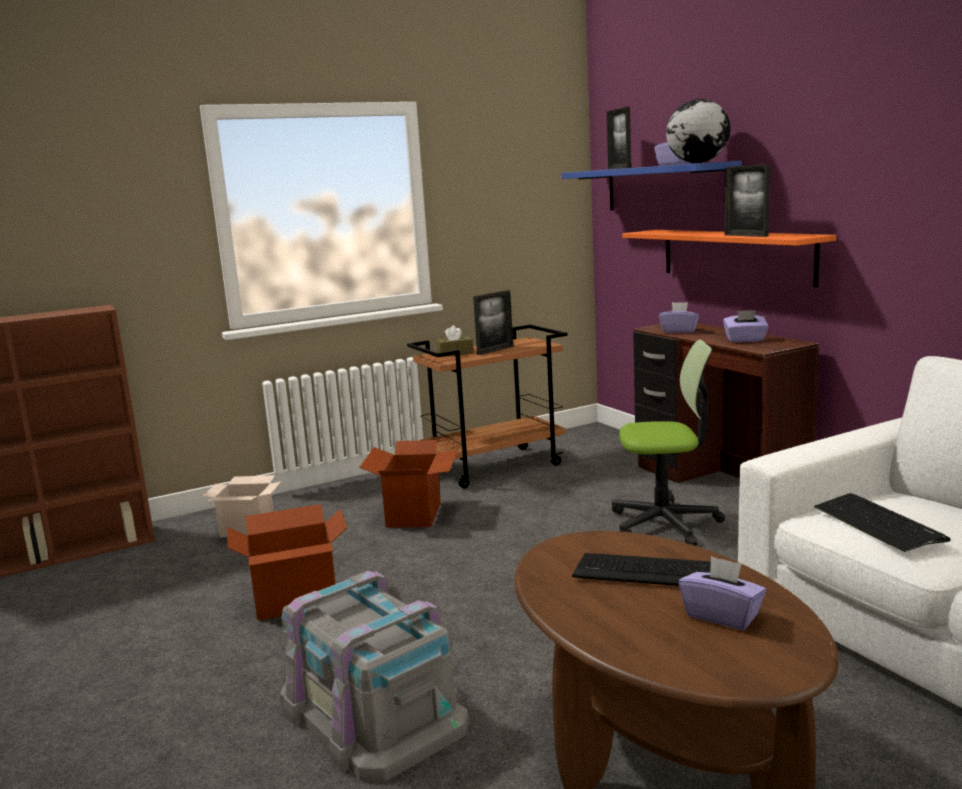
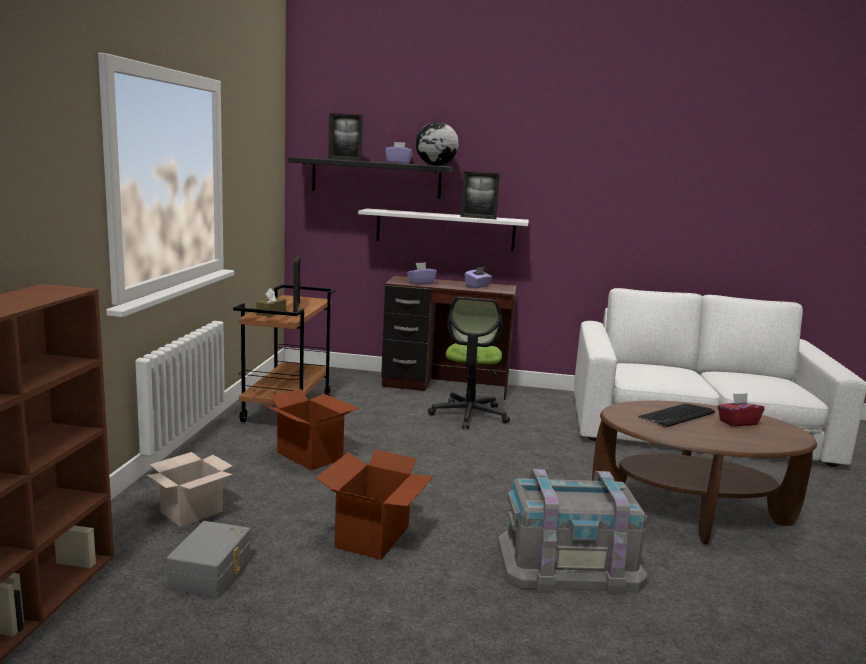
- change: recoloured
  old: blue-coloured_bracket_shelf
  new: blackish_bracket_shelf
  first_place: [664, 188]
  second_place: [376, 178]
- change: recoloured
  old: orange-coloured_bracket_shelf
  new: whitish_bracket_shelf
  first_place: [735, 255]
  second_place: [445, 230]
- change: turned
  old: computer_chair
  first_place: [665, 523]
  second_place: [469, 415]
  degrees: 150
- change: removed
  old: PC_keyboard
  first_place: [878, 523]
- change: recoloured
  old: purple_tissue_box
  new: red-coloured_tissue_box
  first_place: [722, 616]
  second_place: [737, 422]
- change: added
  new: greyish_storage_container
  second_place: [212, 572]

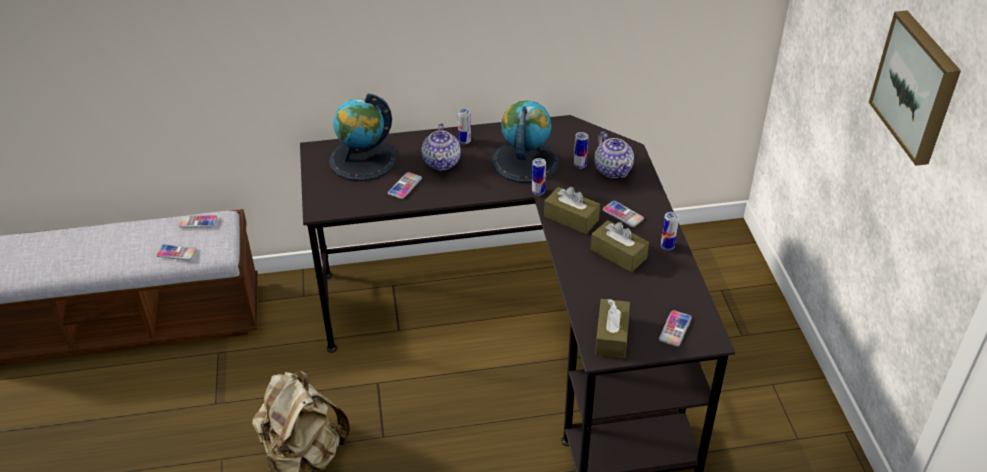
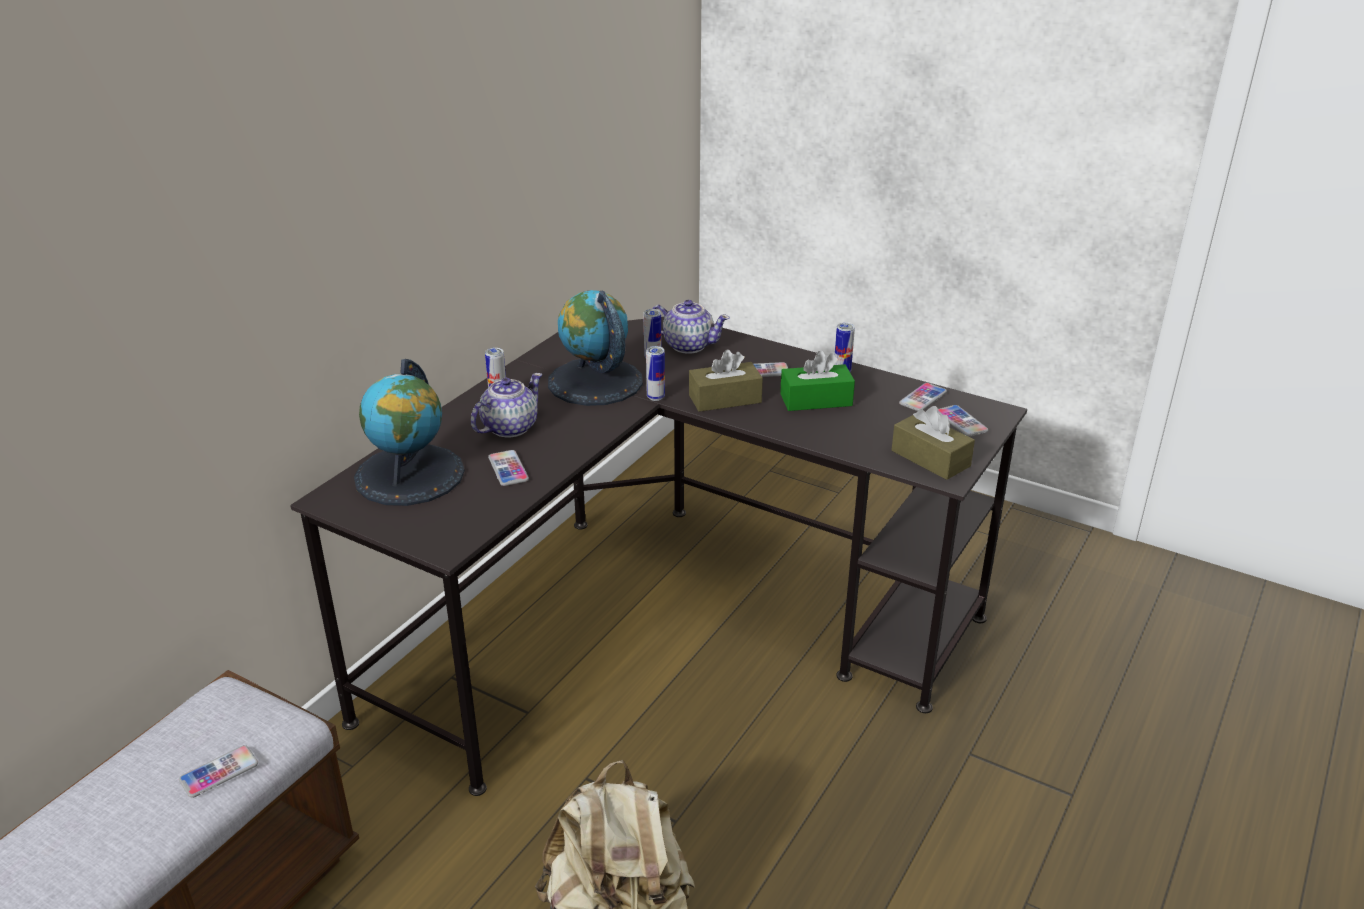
- change: removed
  old: wall_picture
  first_place: [917, 87]
- change: turned
  old: tea_pot
  first_place: [442, 162]
  second_place: [508, 427]
  degrees: -90
- change: moved
  old: handset
  first_place: [198, 222]
  second_place: [923, 398]
- change: recoloured
  old: brown-coloured_tissue_box
  new: greenish_tissue_box
  first_place: [618, 254]
  second_place: [816, 400]

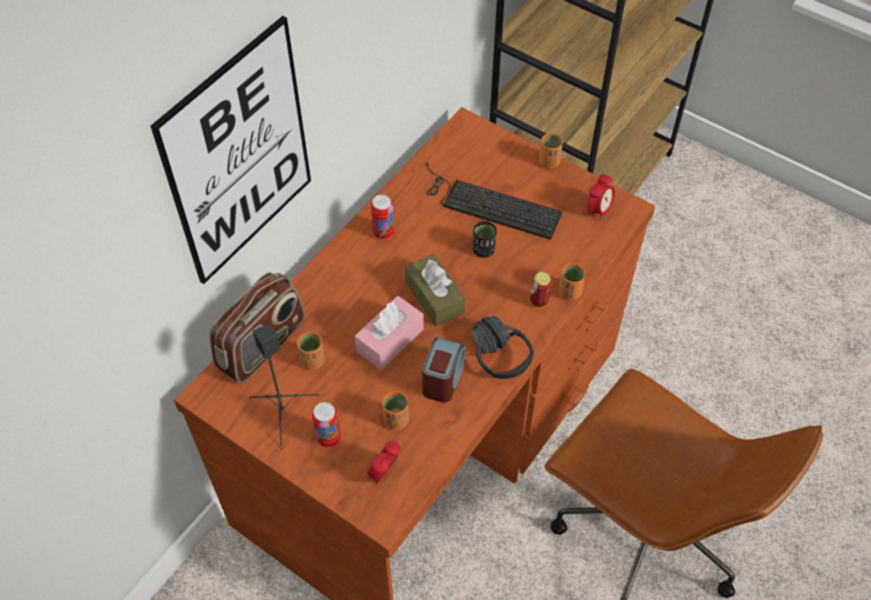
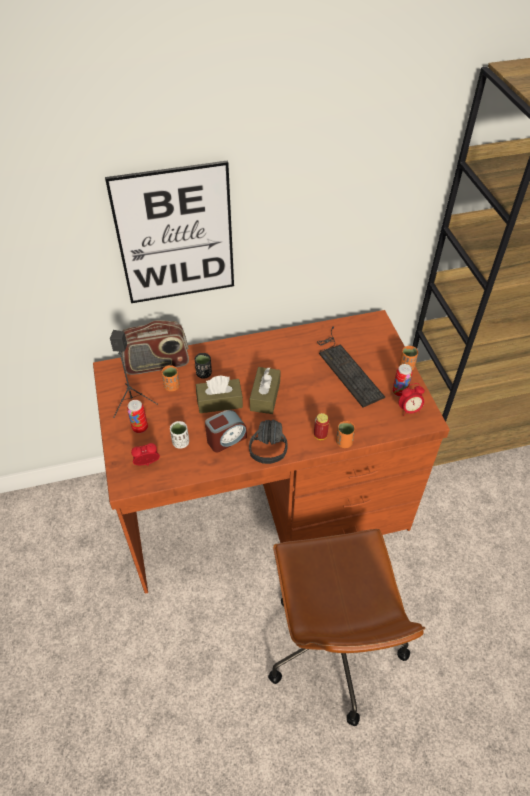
- change: moved
  old: can
  first_place: [383, 233]
  second_place: [399, 392]
- change: moved
  old: blackish_cup
  first_place: [483, 250]
  second_place: [204, 374]
- change: recoloured
  old: pink-coloured_tissue_box
  new: brown-coloured_tissue_box
  first_place: [390, 340]
  second_place: [219, 402]
- change: recoloured
  old: orange-coloured_cup
  new: whitish_cup
  first_place: [396, 420]
  second_place: [181, 442]

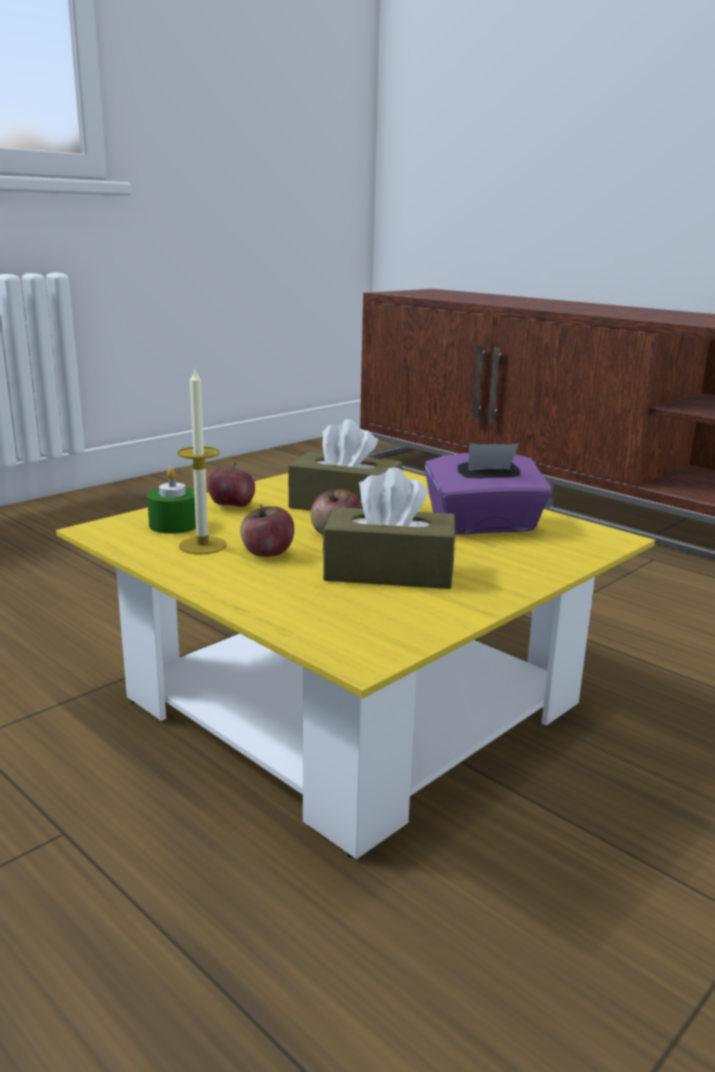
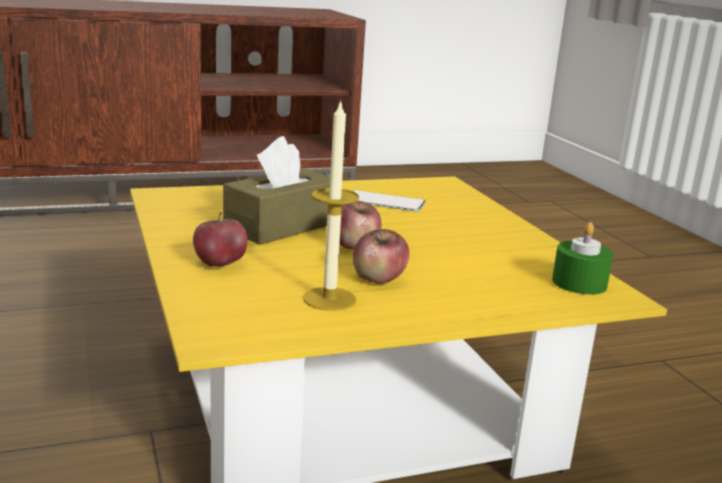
- change: replaced
  old: purple_tissue_box
  new: handset
  first_place: [484, 525]
  second_place: [385, 202]
- change: moved
  old: greenish_wax_light
  first_place: [174, 525]
  second_place: [579, 283]
- change: removed
  old: brown-coloured_tissue_box
  first_place: [389, 572]

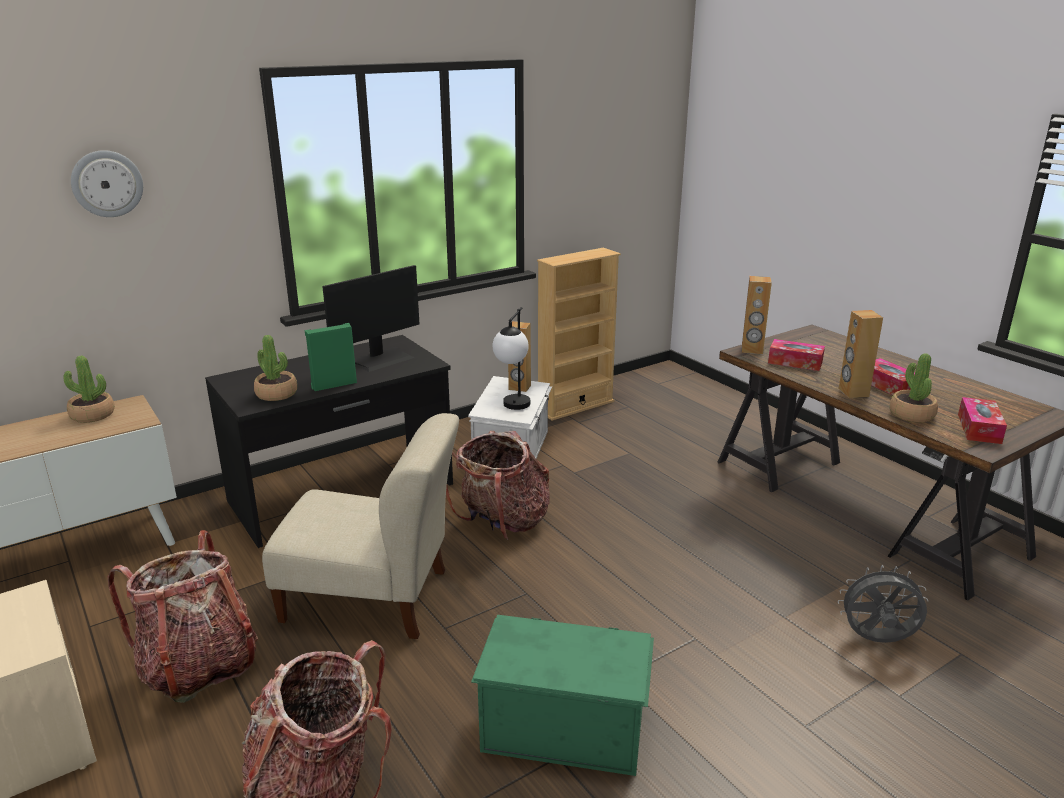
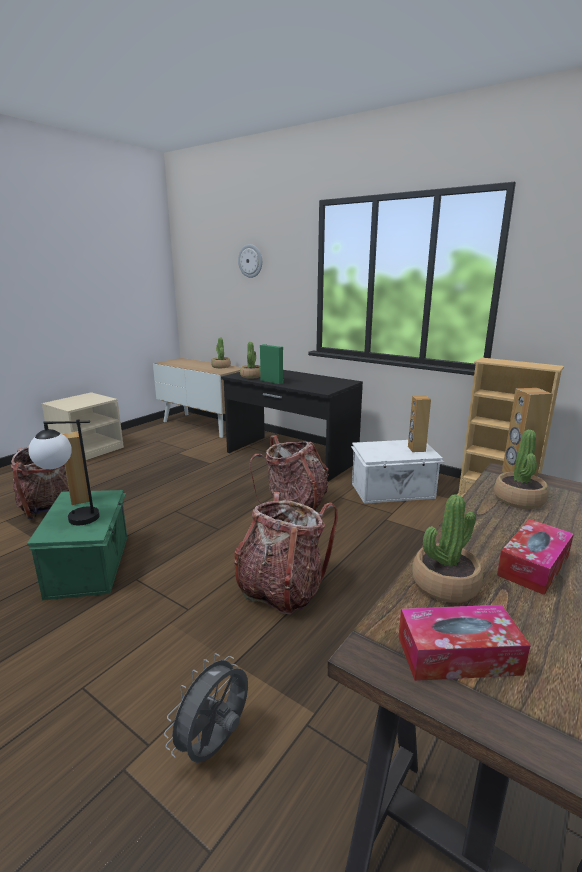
- change: removed
  old: monitor
  first_place: [382, 359]
- change: moved
  old: table_lamp
  first_place: [513, 408]
  second_place: [71, 518]
- change: moved
  old: brown-coloured_loudspeaker
  first_place: [853, 392]
  second_place: [81, 499]
- change: replaced
  old: tissue_box
  new: plant_in_a_pot
  first_place: [795, 362]
  second_place: [519, 500]
- change: removed
  old: beige_chair
  first_place: [372, 598]
- change: moved
  old: rucksack
  first_place: [199, 666]
  second_place: [281, 589]
- change: turned
  old: greyish_electric_fan
  first_place: [877, 641]
  second_place: [215, 746]
  degrees: -135

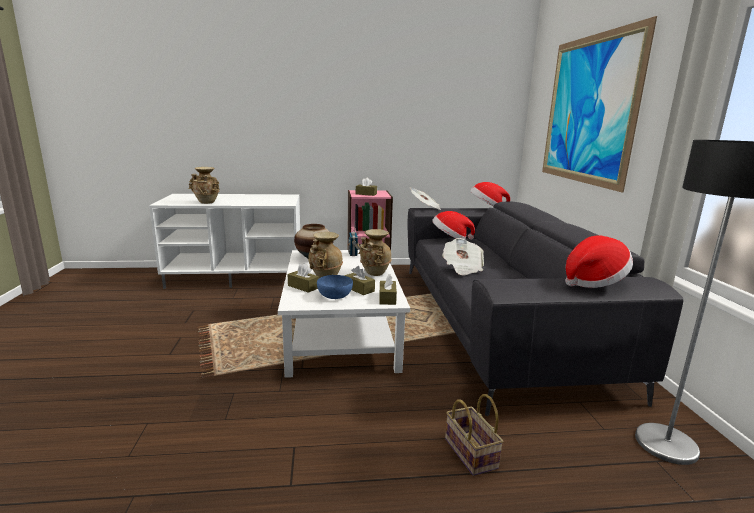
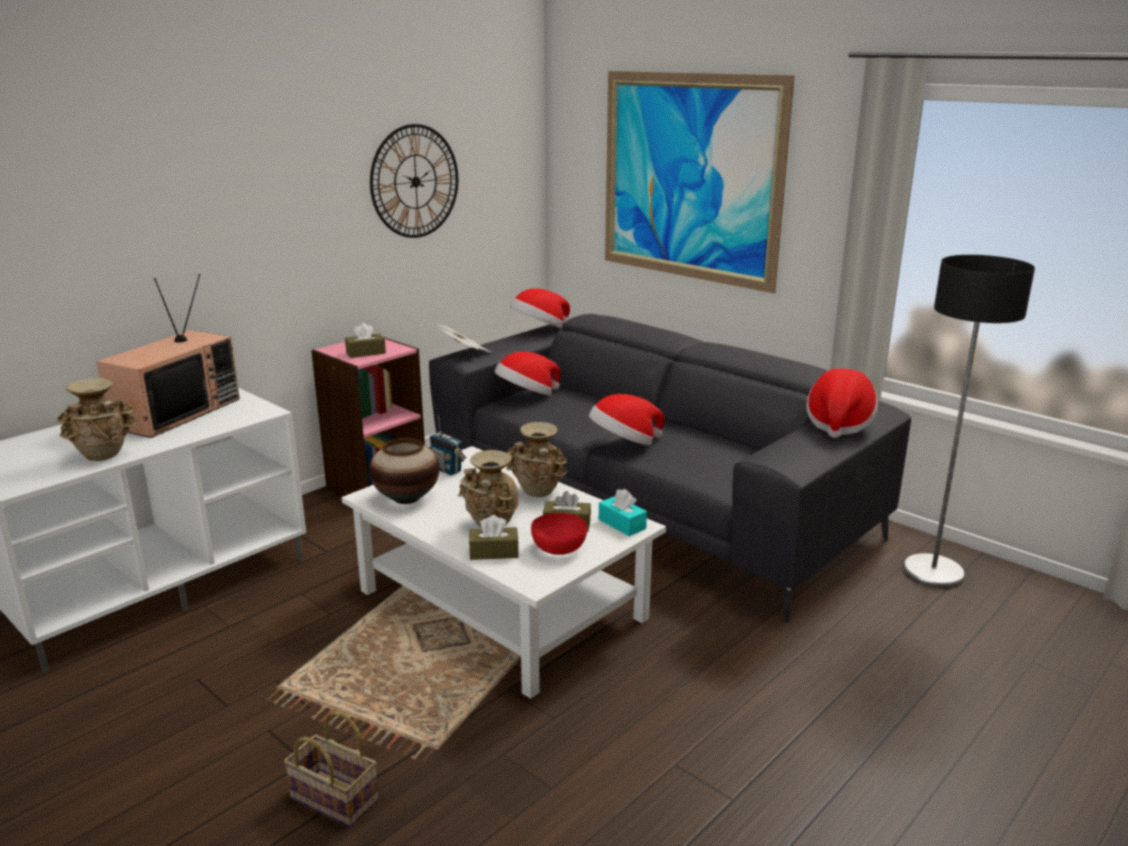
- change: replaced
  old: newspaper
  new: wearable_hat
  first_place: [462, 268]
  second_place: [624, 443]
- change: recoloured
  old: brown-coloured_tissue_box
  new: turquoise_tissue_box
  first_place: [387, 298]
  second_place: [622, 524]
- change: recoloured
  old: blue-coloured_bowl
  new: red-coloured_bowl
  first_place: [334, 296]
  second_place: [558, 548]
- change: moved
  old: basket
  first_place: [468, 452]
  second_place: [331, 799]
- change: added
  new: wall_clock
  second_place: [415, 181]
- change: added
  new: television
  second_place: [177, 412]

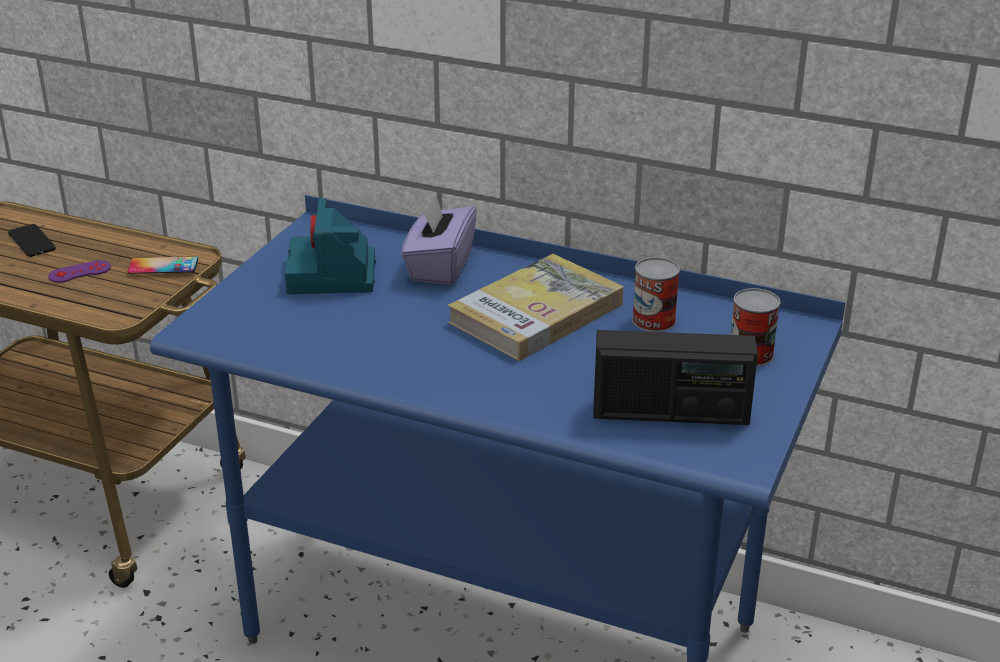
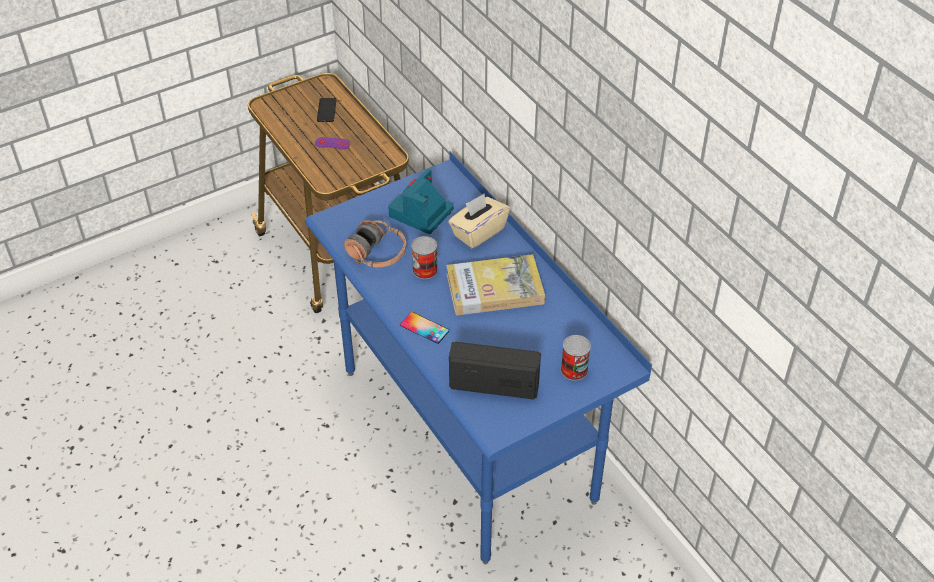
- change: recoloured
  old: purple_tissue_box
  new: beige_tissue_box
  first_place: [440, 267]
  second_place: [478, 232]
- change: moved
  old: handset
  first_place: [163, 266]
  second_place: [424, 328]
- change: moved
  old: can
  first_place: [653, 320]
  second_place: [425, 270]
- change: turned
  old: radio_receiver
  first_place: [670, 413]
  second_place: [494, 385]
  degrees: 150
- change: added
  new: headphones
  second_place: [377, 254]

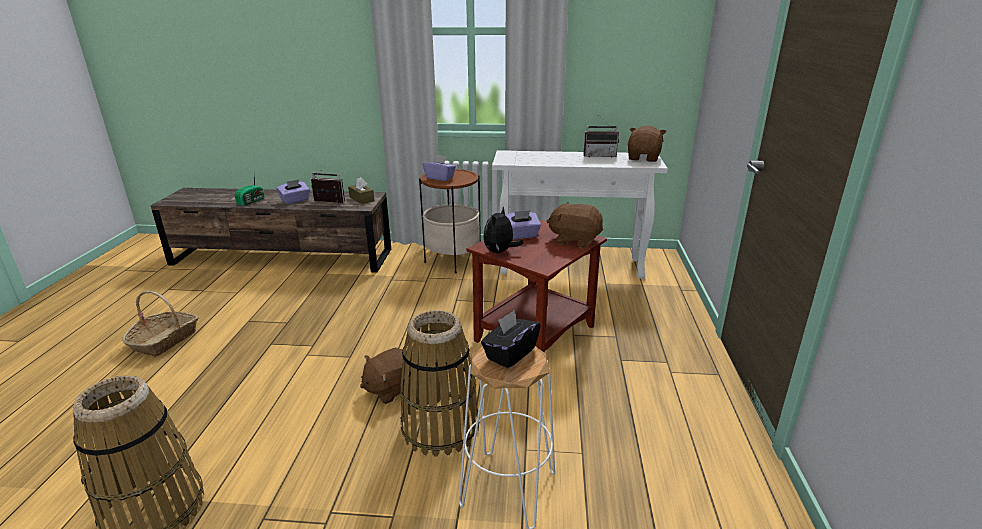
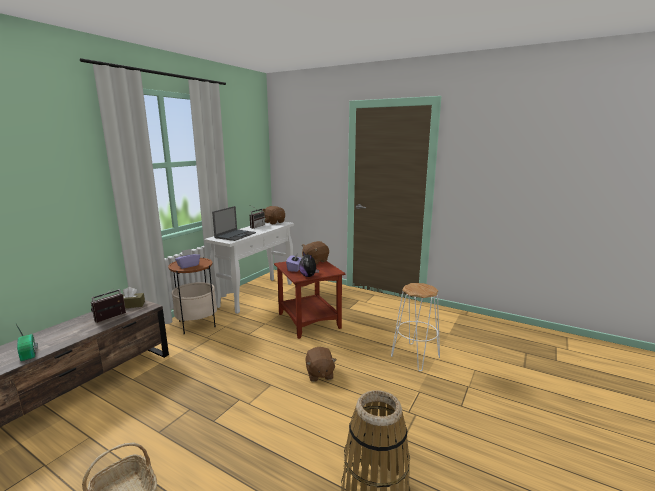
- change: removed
  old: purple_tissue_box
  first_place: [295, 200]
- change: removed
  old: basket
  first_place: [441, 428]
- change: removed
  old: blackish_tissue_box
  first_place: [510, 353]
- change: added
  new: laptop
  second_place: [235, 235]

